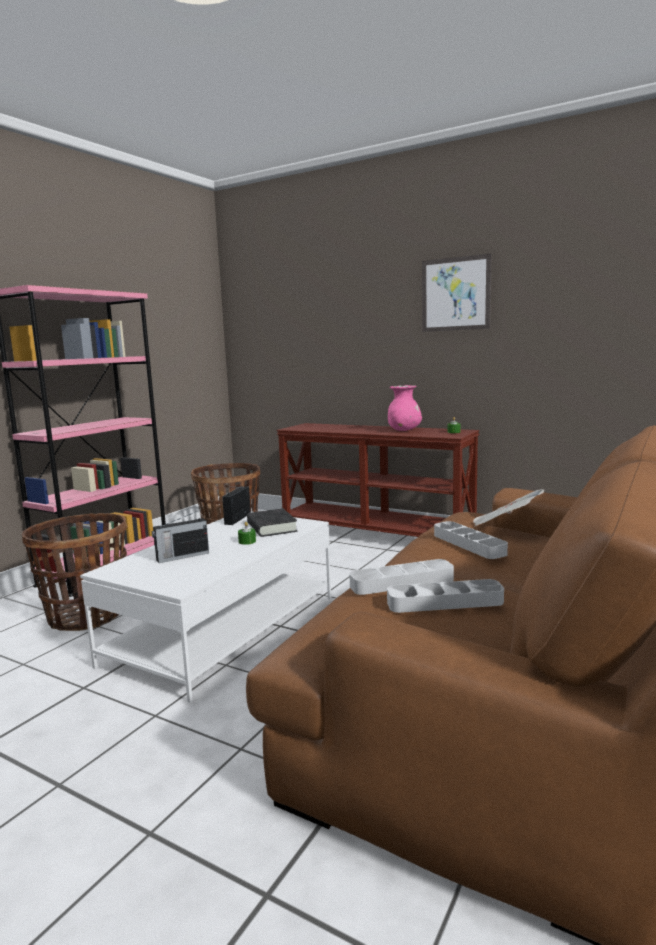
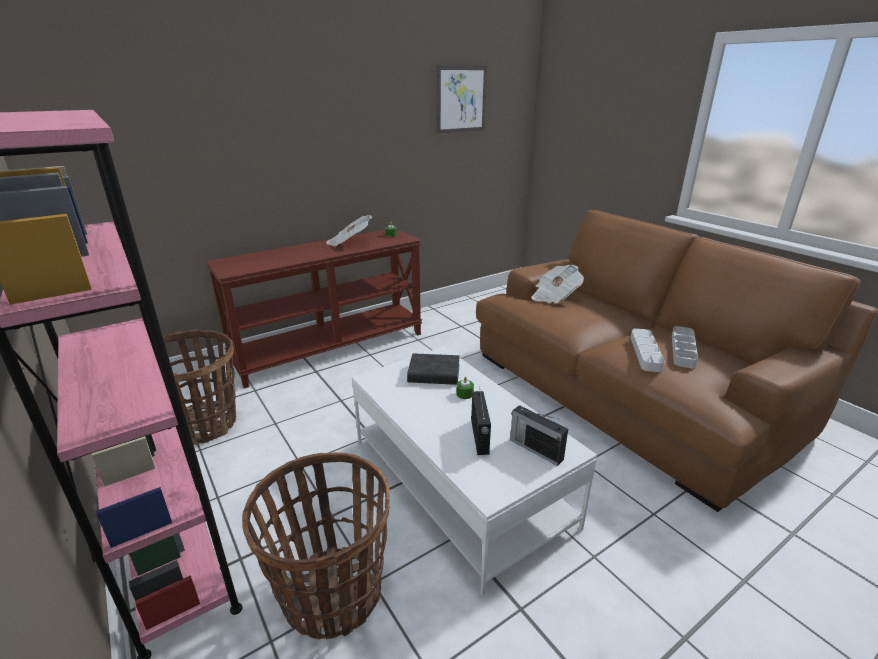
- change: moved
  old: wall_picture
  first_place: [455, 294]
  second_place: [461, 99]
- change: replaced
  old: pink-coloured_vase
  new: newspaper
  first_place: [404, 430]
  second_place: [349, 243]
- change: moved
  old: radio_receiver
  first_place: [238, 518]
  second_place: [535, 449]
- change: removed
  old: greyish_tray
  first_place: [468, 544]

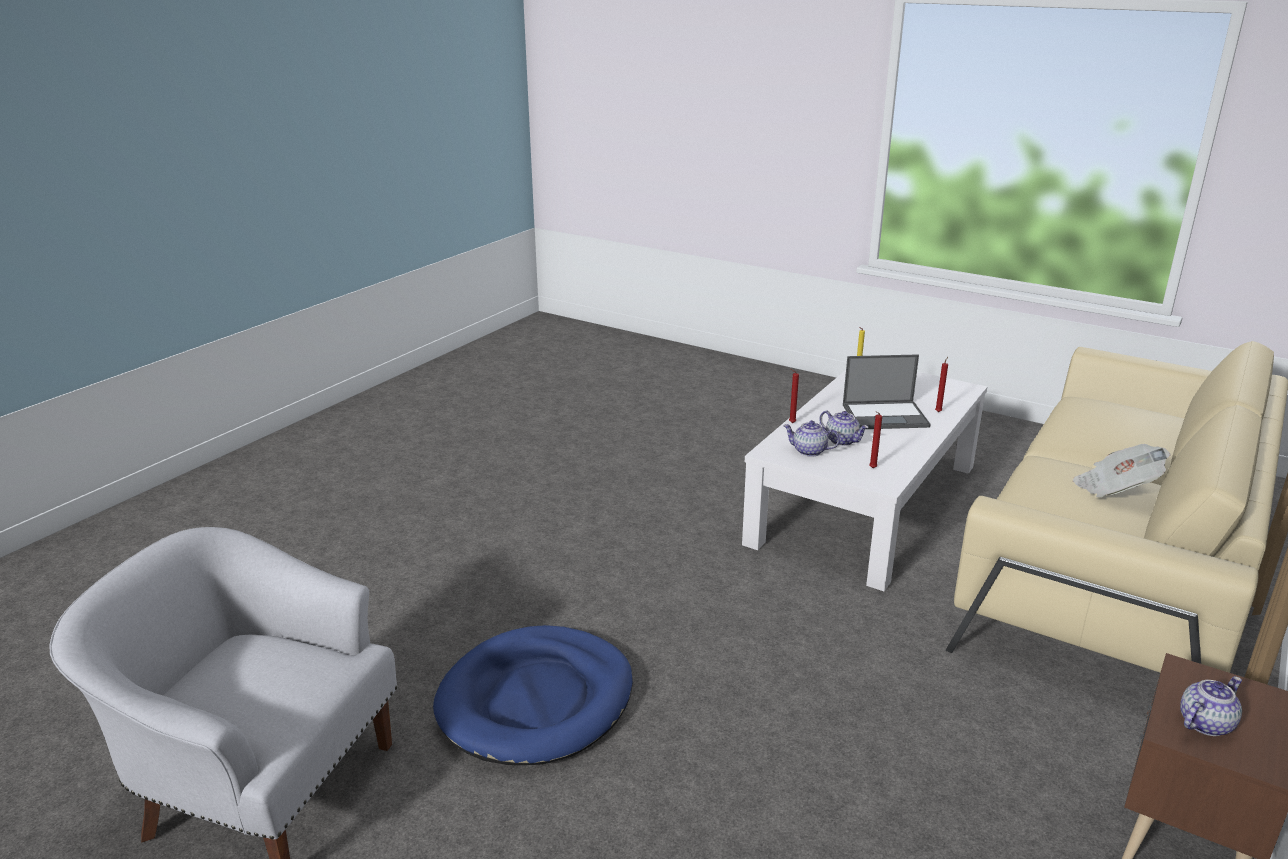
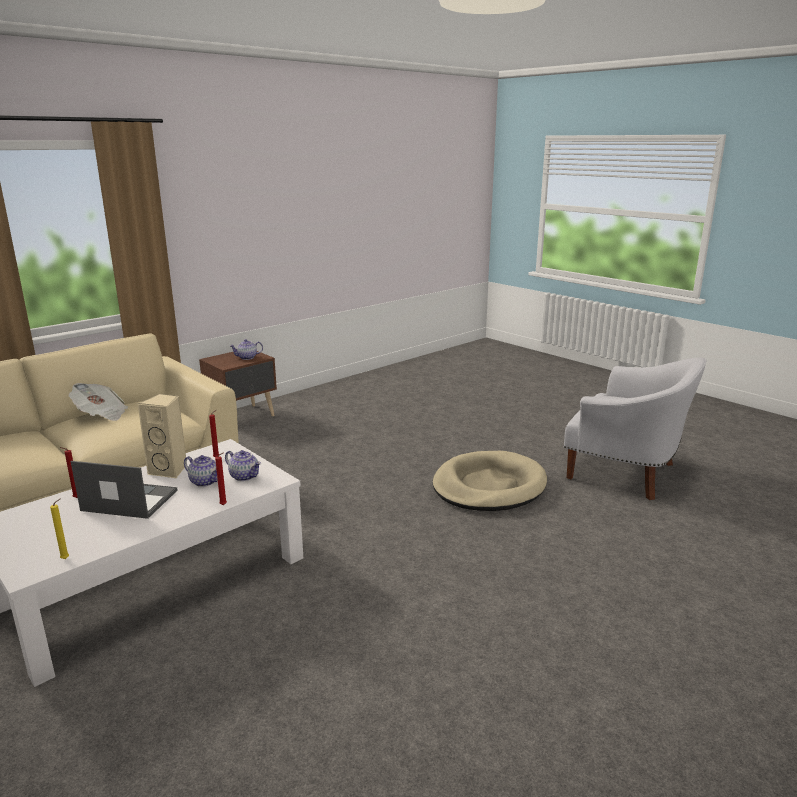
- change: turned
  old: tea_pot
  first_place: [842, 440]
  second_place: [205, 481]
  degrees: 150
- change: recoloured
  old: blue-coloured_dog_cushion
  new: beige_dog_cushion
  first_place: [536, 700]
  second_place: [488, 486]
- change: added
  new: beige_loudspeaker
  second_place: [170, 470]

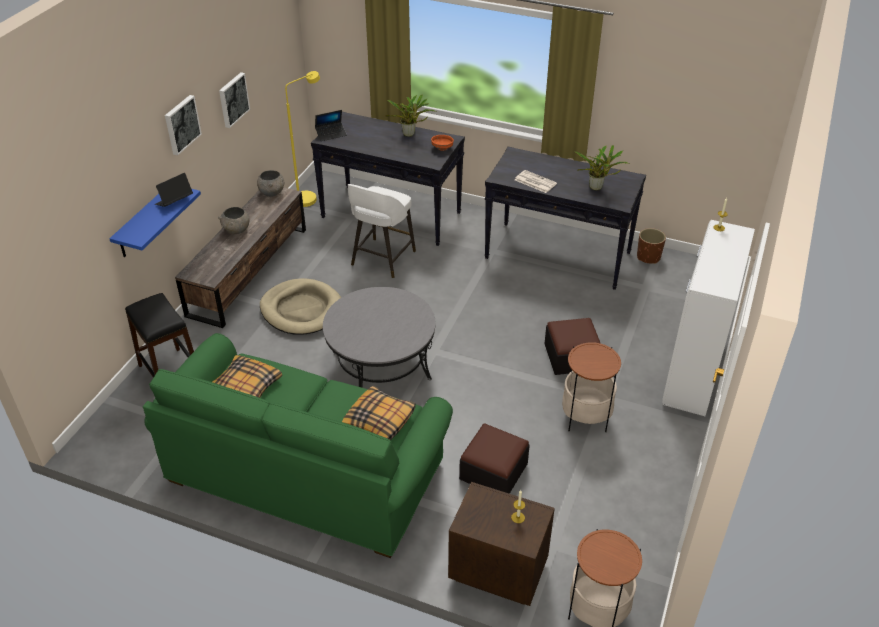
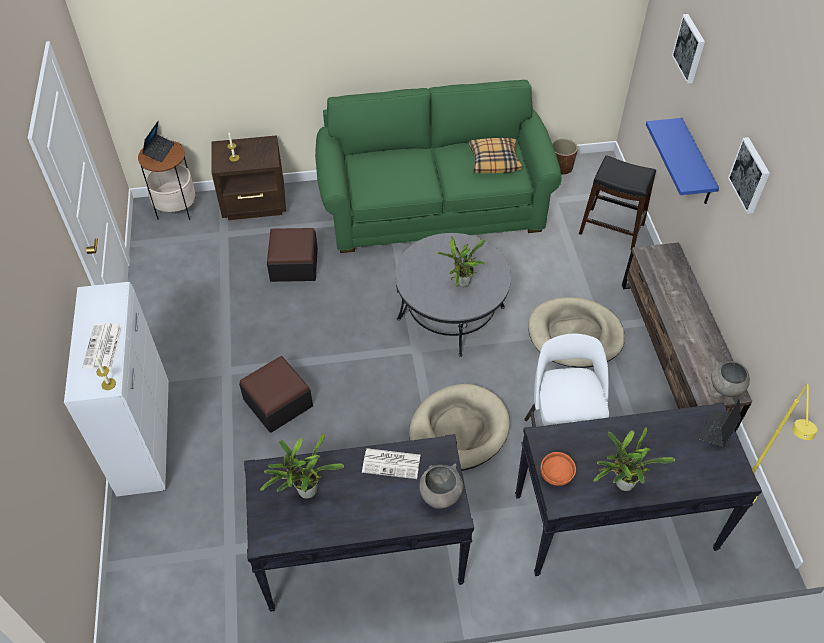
- change: moved
  old: wall_picture
  first_place: [233, 99]
  second_place: [690, 48]
- change: moved
  old: laptop
  first_place: [174, 202]
  second_place: [159, 151]
- change: moved
  old: greyish_bowl
  first_place: [236, 231]
  second_place: [440, 495]
- change: moved
  old: brown-coloured_flower_pot
  first_place: [648, 257]
  second_place: [560, 167]
- change: removed
  old: accent_table
  first_place: [586, 417]
- change: removed
  old: cushion
  first_place: [379, 421]
- change: added
  new: plant_in_a_pot
  second_place: [461, 284]
- change: added
  new: newspaper
  second_place: [103, 347]
- change: added
  new: beige_dog_cushion
  second_place: [458, 430]

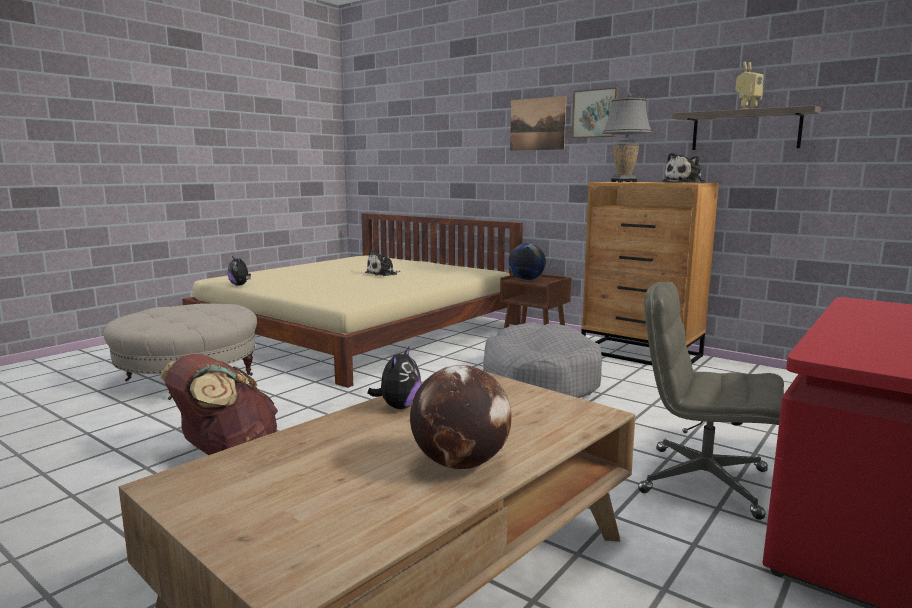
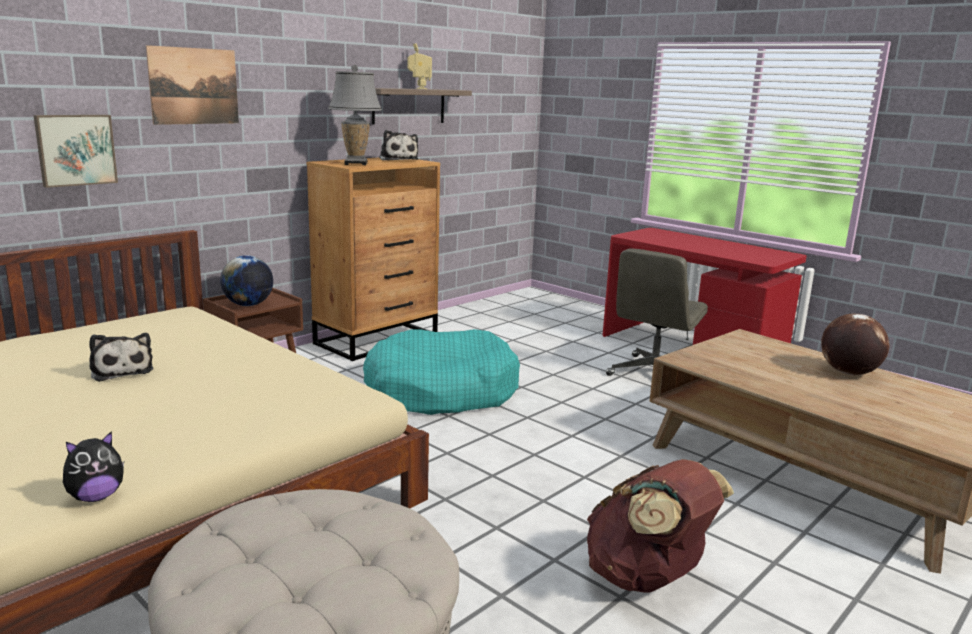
- change: moved
  old: wall_picture
  first_place: [595, 113]
  second_place: [75, 149]
- change: recoloured
  old: greyish_dog_cushion
  new: turquoise_dog_cushion
  first_place: [540, 380]
  second_place: [441, 391]
- change: removed
  old: plush_toy
  first_place: [398, 407]

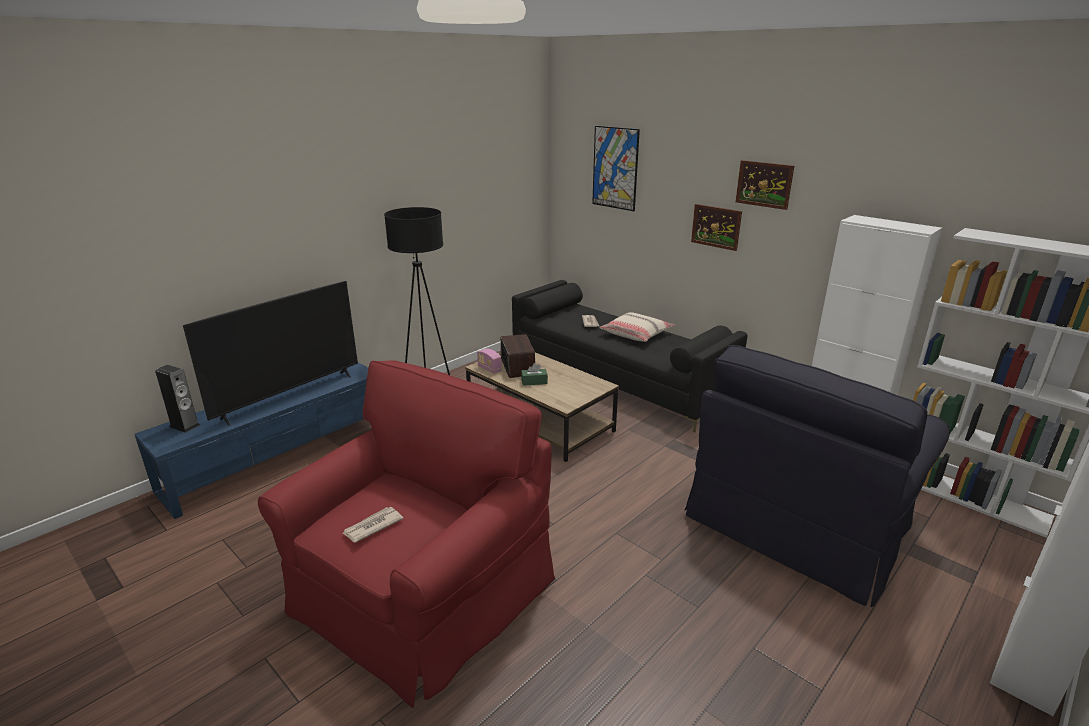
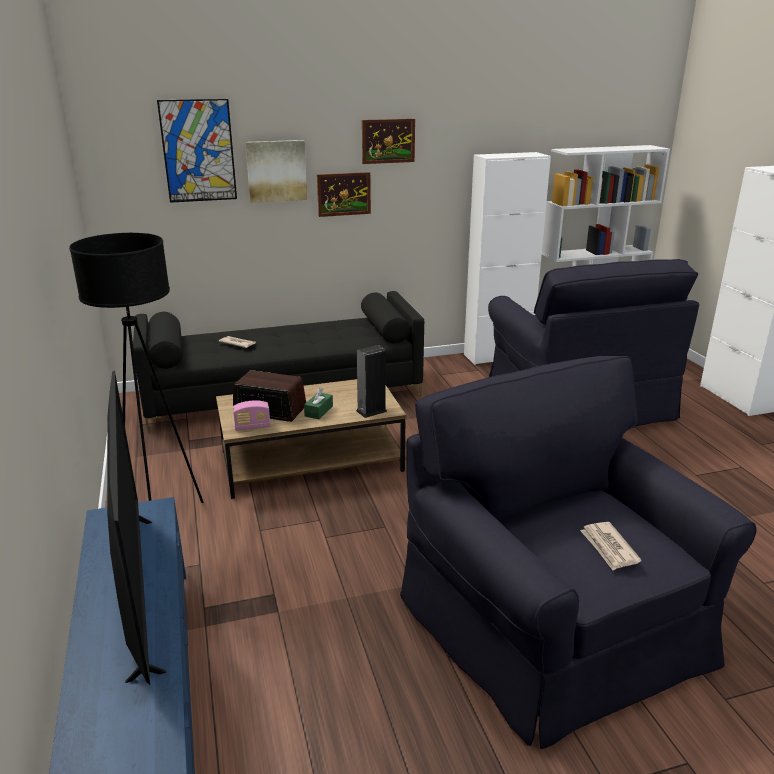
- change: removed
  old: beige_cushion
  first_place: [636, 334]
- change: recoloured
  old: red-coloured_lounge_chair
  new: blackish_lounge_chair
  first_place: [419, 594]
  second_place: [556, 627]
- change: moved
  old: loudspeaker
  first_place: [184, 425]
  second_place: [371, 411]
- change: added
  new: wall_picture
  second_place: [276, 171]

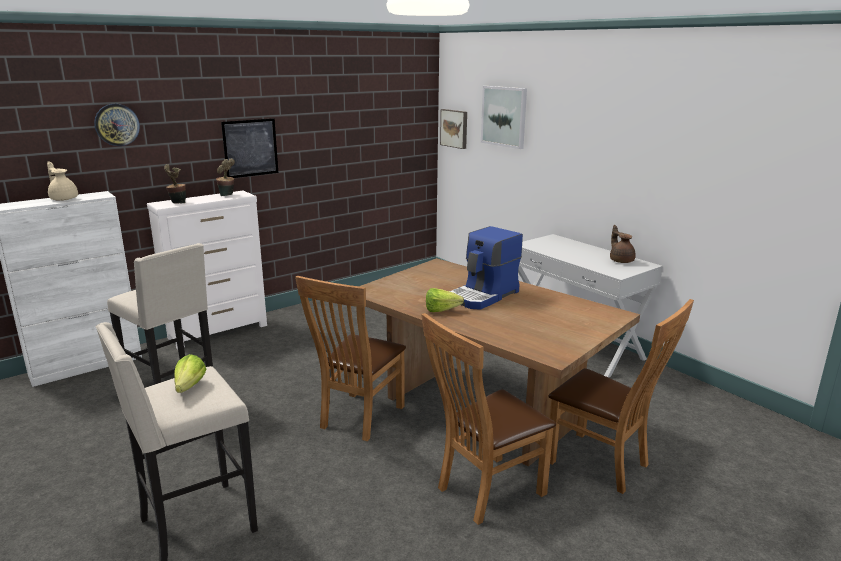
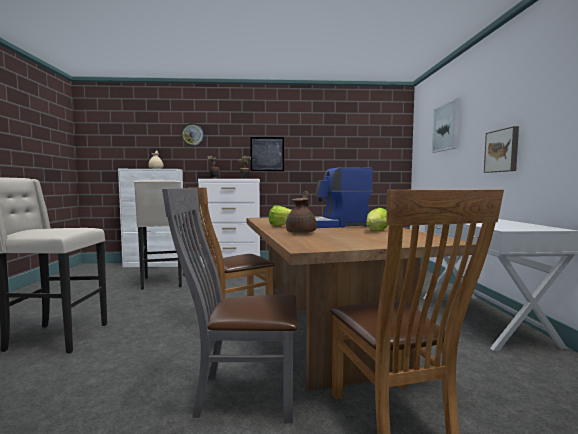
- change: moved
  old: wall_picture
  first_place: [455, 128]
  second_place: [502, 151]
- change: moved
  old: brown-coloured_tea_pot
  first_place: [621, 260]
  second_place: [302, 232]
- change: recoloured
  old: brown-coloured_chair
  new: greyish_chair
  first_place: [485, 491]
  second_place: [240, 394]
- change: moved
  old: lettuce_head
  first_place: [187, 390]
  second_place: [374, 231]

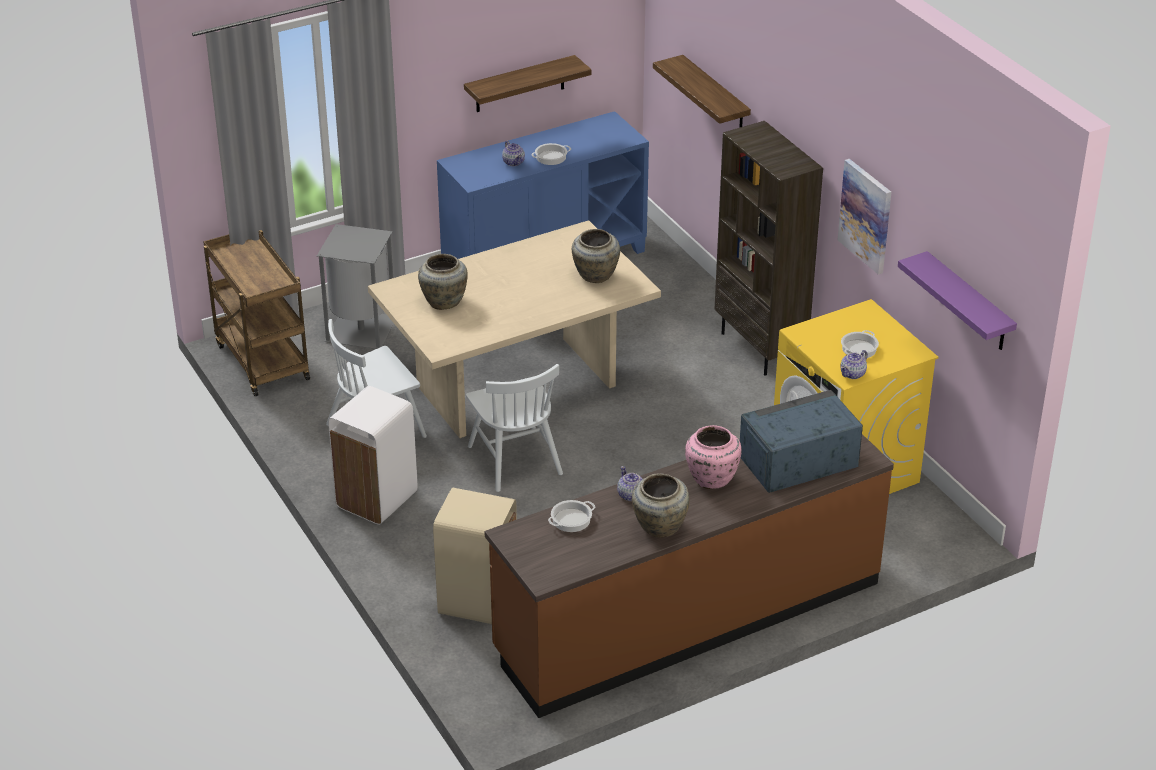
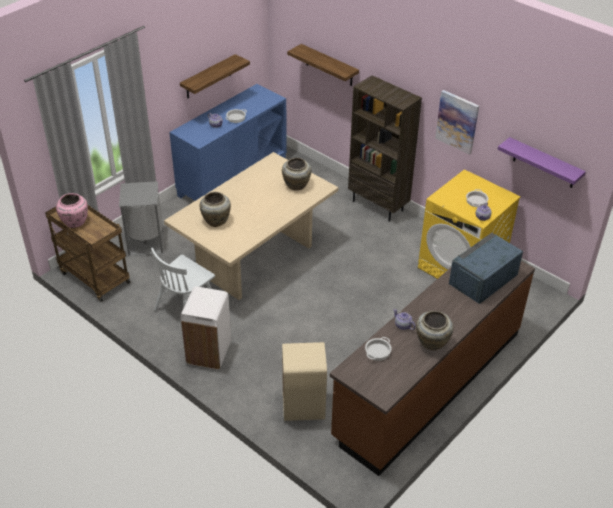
- change: removed
  old: whitish_chair
  first_place: [515, 460]
- change: moved
  old: pink-coloured_vase
  first_place: [712, 478]
  second_place: [75, 222]

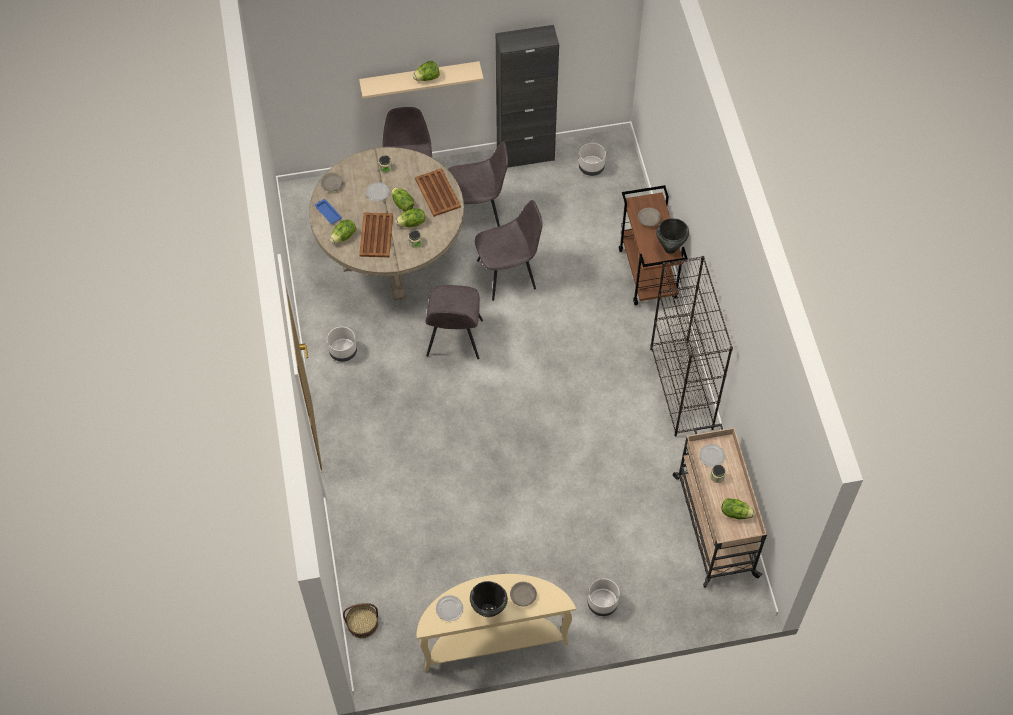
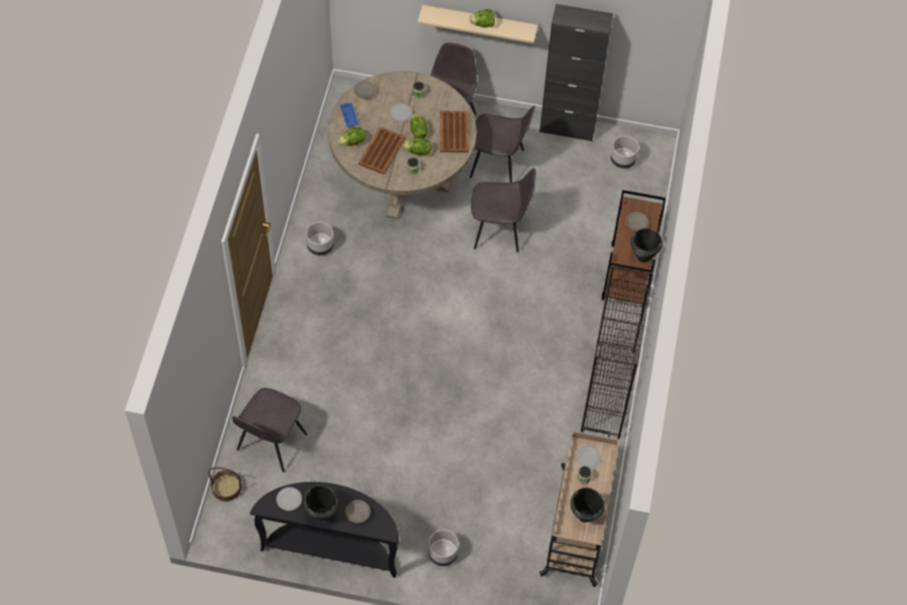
- change: moved
  old: greyish_chair
  first_place: [454, 339]
  second_place: [270, 443]
- change: replaced
  old: lettuce_head
  new: blackish_cooking_pot
  first_place: [735, 513]
  second_place: [584, 516]
- change: recoloured
  old: beige_console_table
  new: blackish_console_table
  first_place: [493, 639]
  second_place: [332, 547]

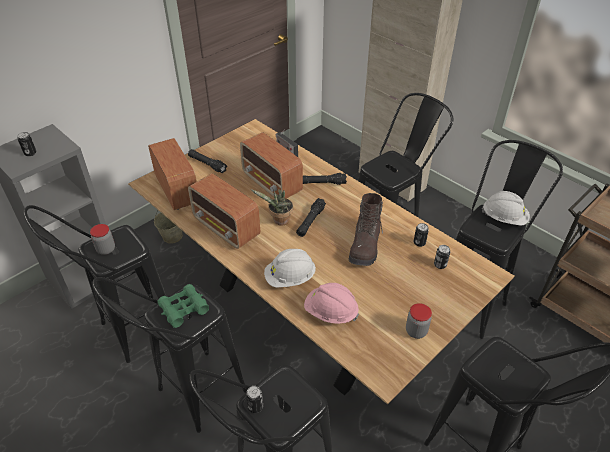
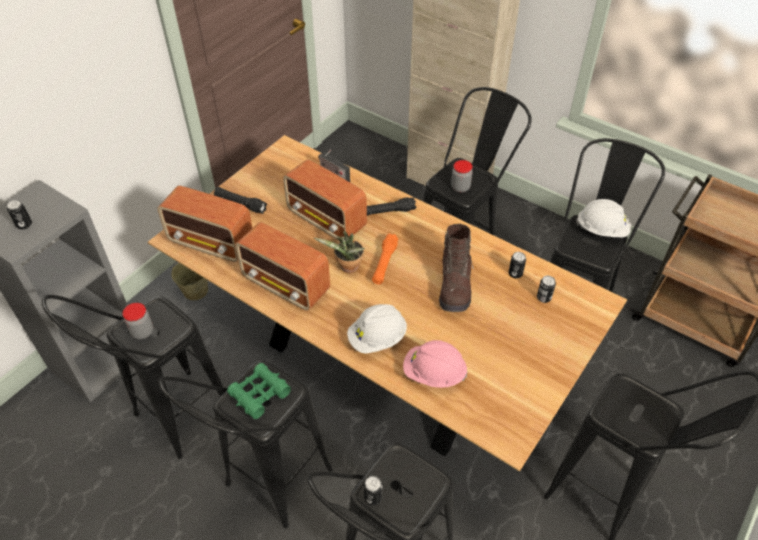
- change: turned
  old: radio_receiver
  first_place: [177, 190]
  second_place: [212, 243]
  degrees: 150
- change: recoloured
  old: blackish_flashlight
  new: orange-coloured_flashlight
  first_place: [310, 221]
  second_place: [384, 263]
- change: moved
  old: preserve_jar
  first_place: [416, 331]
  second_place: [460, 187]

